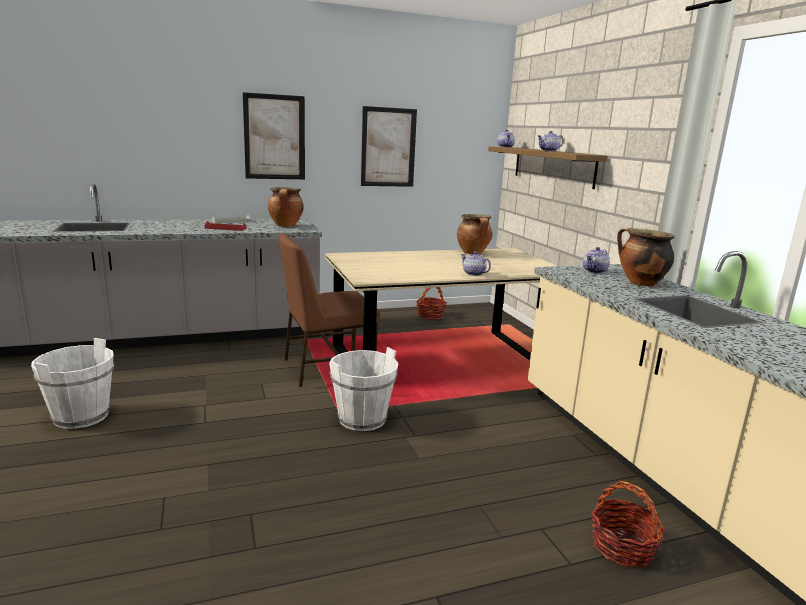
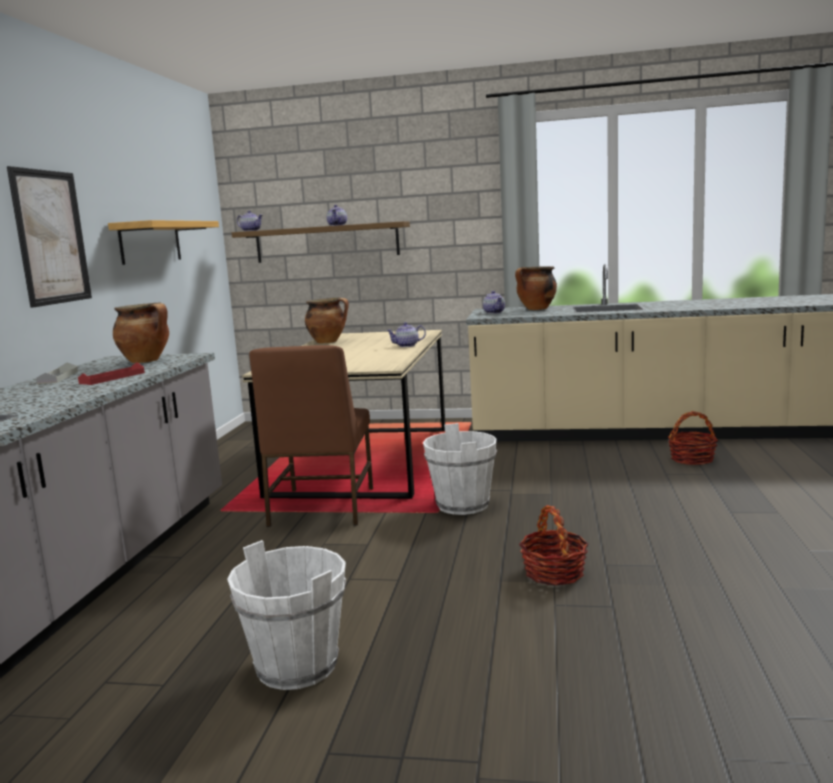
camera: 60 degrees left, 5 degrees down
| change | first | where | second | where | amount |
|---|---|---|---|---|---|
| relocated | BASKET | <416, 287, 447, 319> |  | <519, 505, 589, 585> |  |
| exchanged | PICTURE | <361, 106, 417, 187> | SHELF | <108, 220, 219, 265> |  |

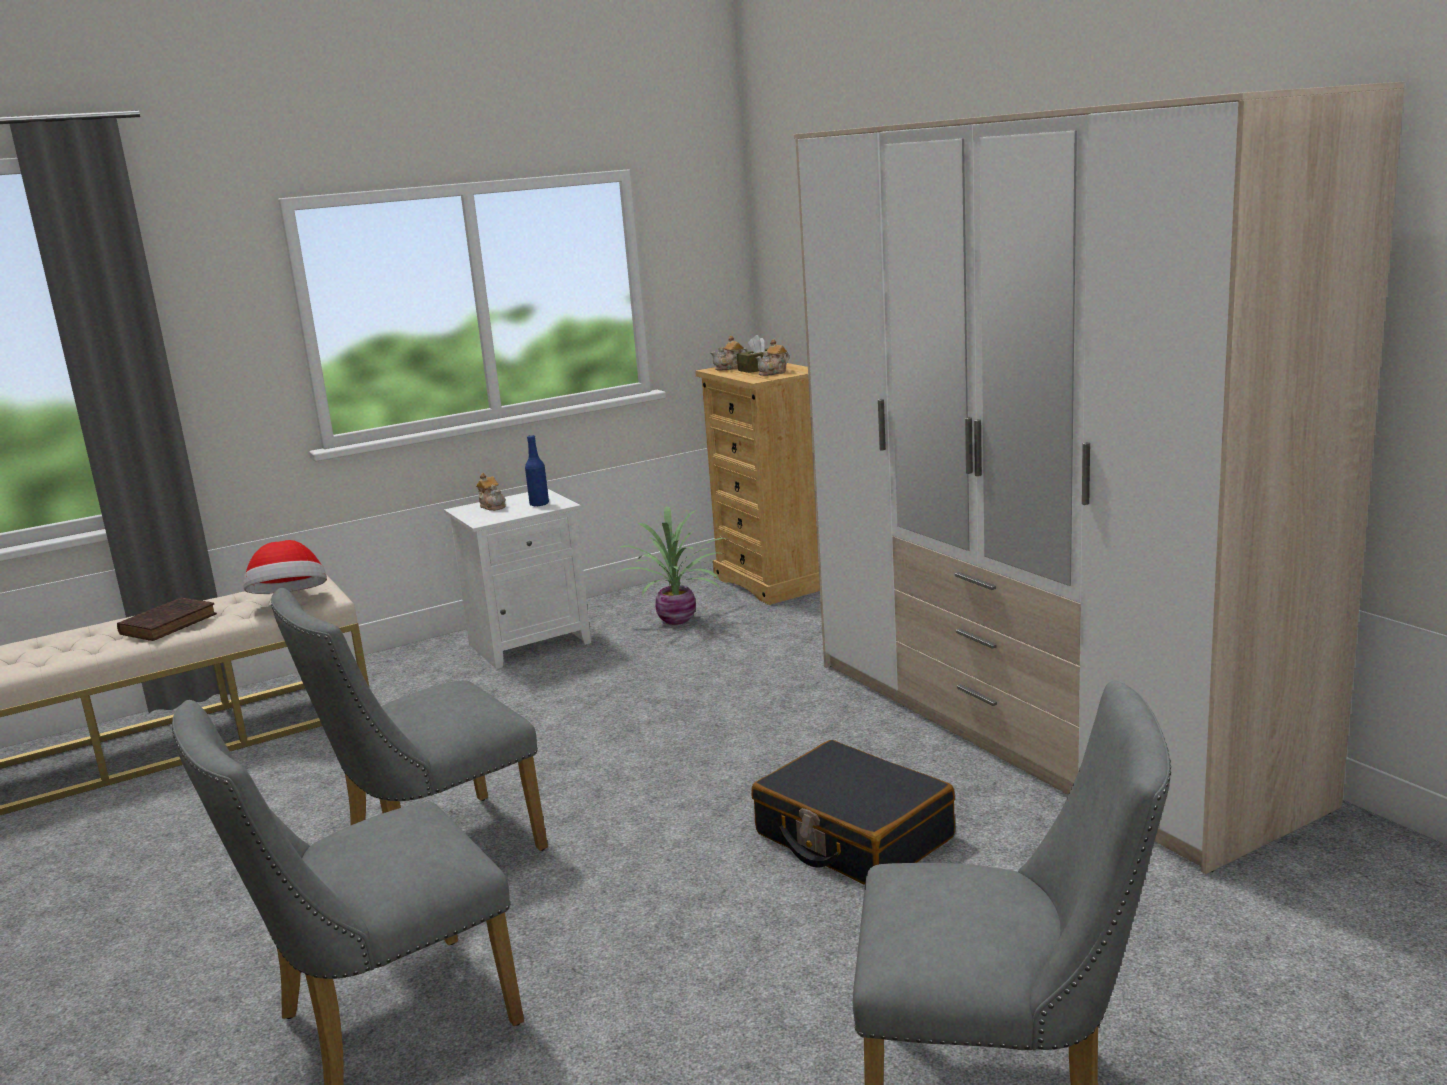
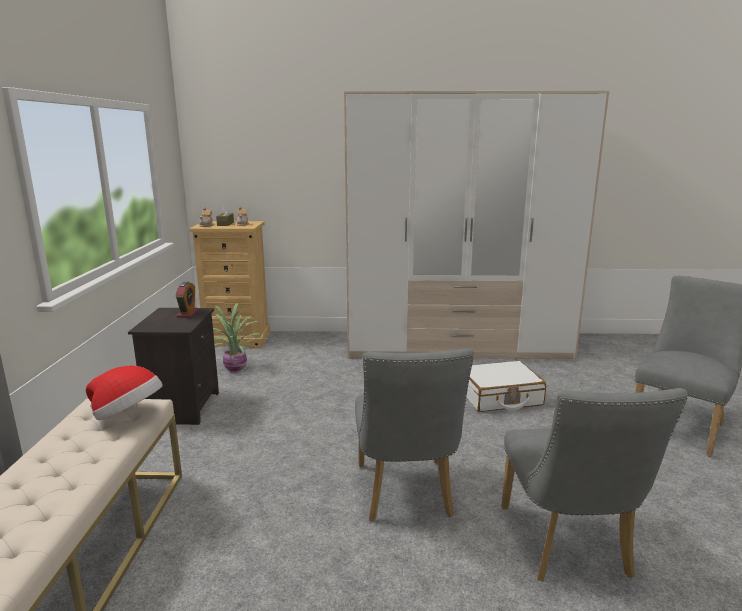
camera: 60 degrees left, 0 degrees up
| change | first | where | second | where | amount |
|---|---|---|---|---|---|
| missing | BROWN BOOK | <117, 597, 217, 641> |  |  |  |
| missing | TEAPOT | <476, 473, 506, 511> |  |  |  |
| exchanged | BLUE BOTTLE | <525, 435, 549, 507> | ALARM CLOCK | <176, 282, 199, 318> |  |
| colour | WHITE NIGHTSTAND | <444, 489, 591, 669> | BLACK NIGHTSTAND | <128, 308, 219, 425> |  |
| colour | BLACK SUITCASE | <751, 740, 955, 885> | WHITE SUITCASE | <466, 361, 546, 412> |  |

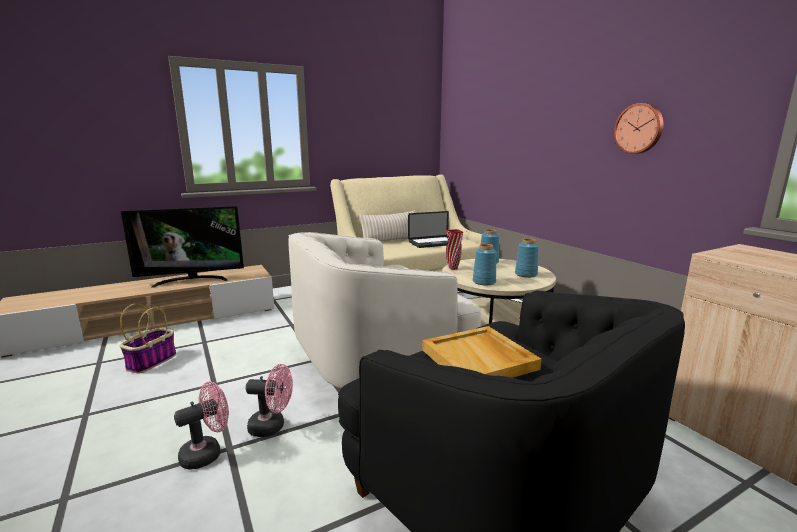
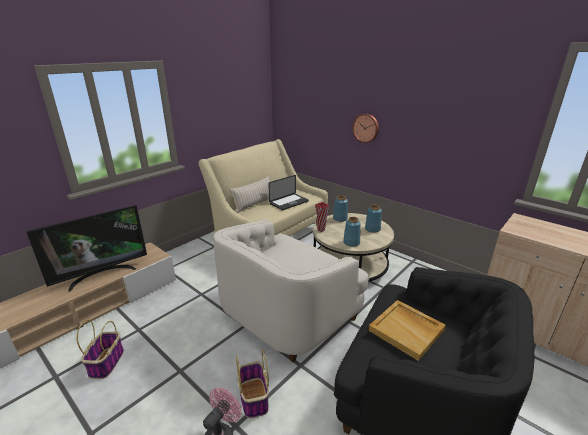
camera: 20 degrees left, 10 degrees up
| change | first | where | second | where | amount |
|---|---|---|---|---|---|
| relocated | WALL CLOCK | <614, 103, 663, 154> |  | <352, 114, 379, 143> |  |
| exchanged | PINK FAN | <246, 364, 293, 437> | BASKET | <236, 350, 269, 418> |  |

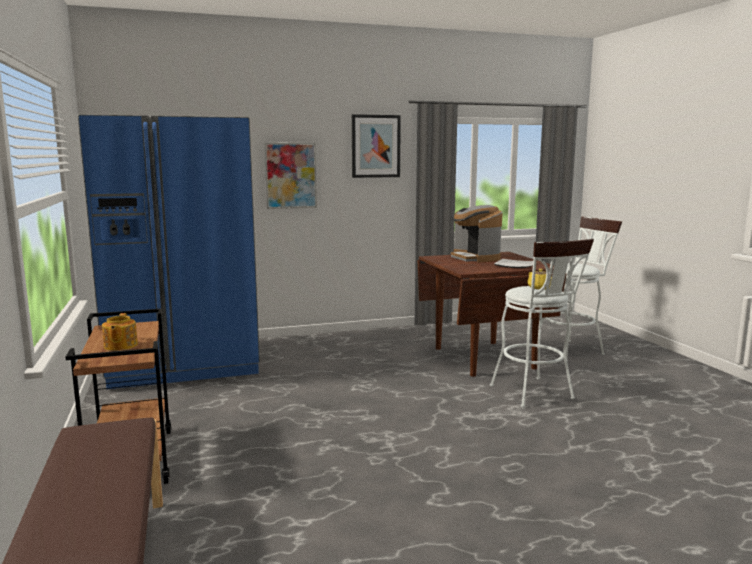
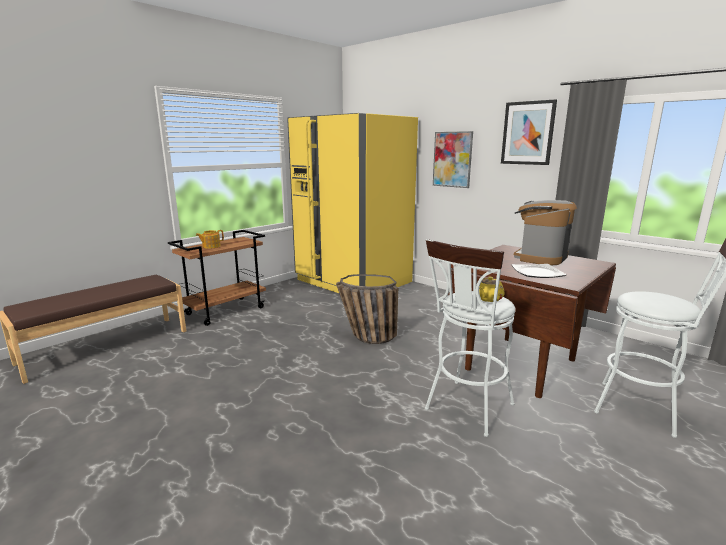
camera: 60 degrees right, 5 degrees up
| change | first | where | second | where | amount |
|---|---|---|---|---|---|
| appeared |  |  | BASKET | <336, 274, 398, 344> |  |
| colour | BLUE FRIDGE | <78, 114, 260, 389> | YELLOW FRIDGE | <287, 113, 418, 293> |  |

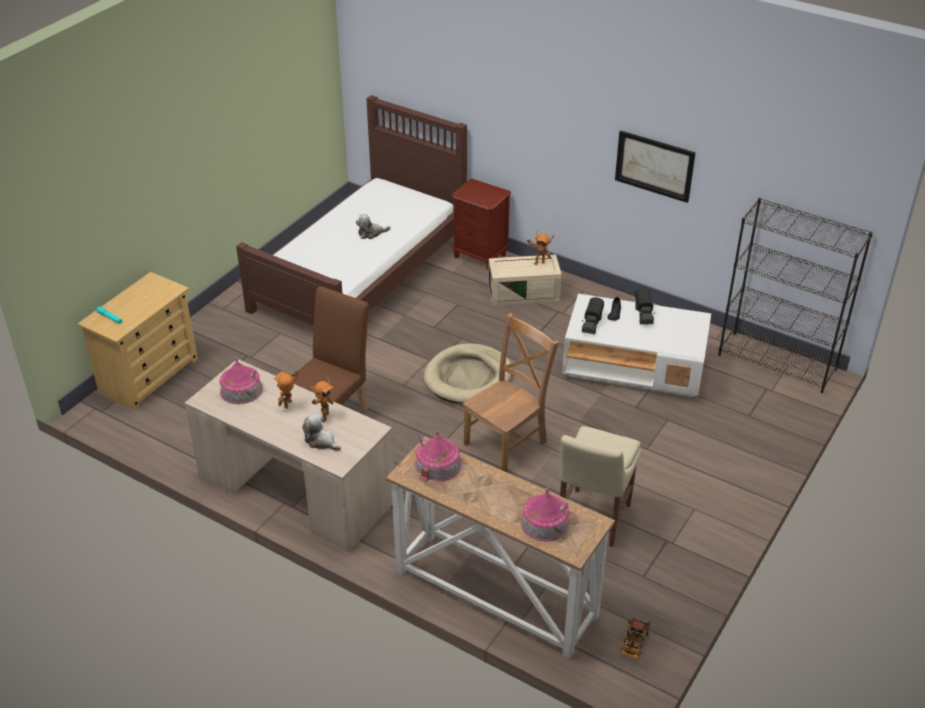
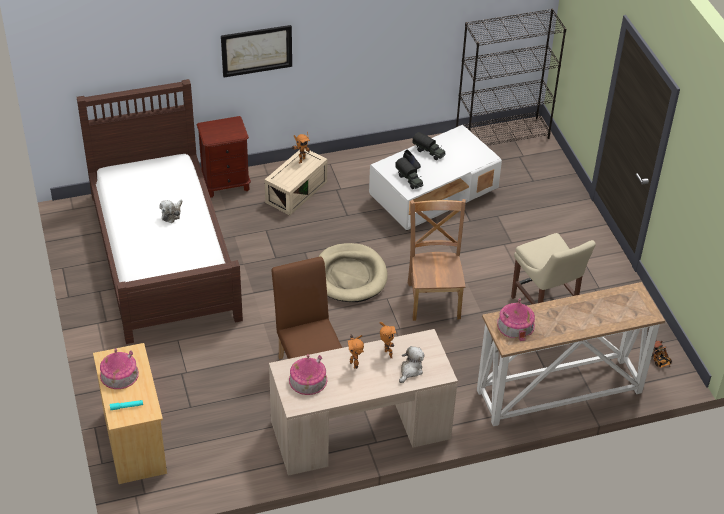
camera: 50 degrees left, 5 degrees up
| change | first | where | second | where | amount |
|---|---|---|---|---|---|
| relocated | TOY HOUSE | <520, 488, 570, 541> |  | <100, 348, 139, 389> |  |
| relocated | PICTURE | <615, 131, 696, 203> |  | <221, 25, 292, 77> |  |
| spun | PLUSH TOY | <302, 413, 341, 451> |  | <399, 346, 424, 383> | 135 degrees clockwise |

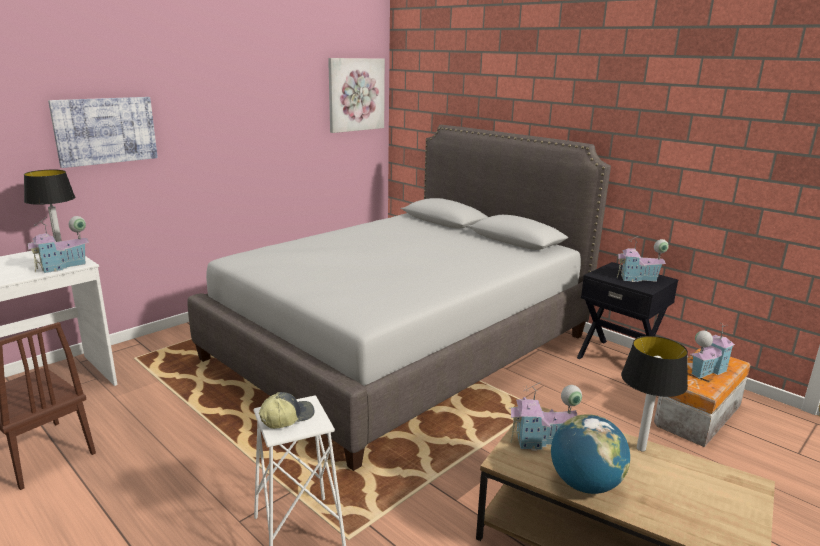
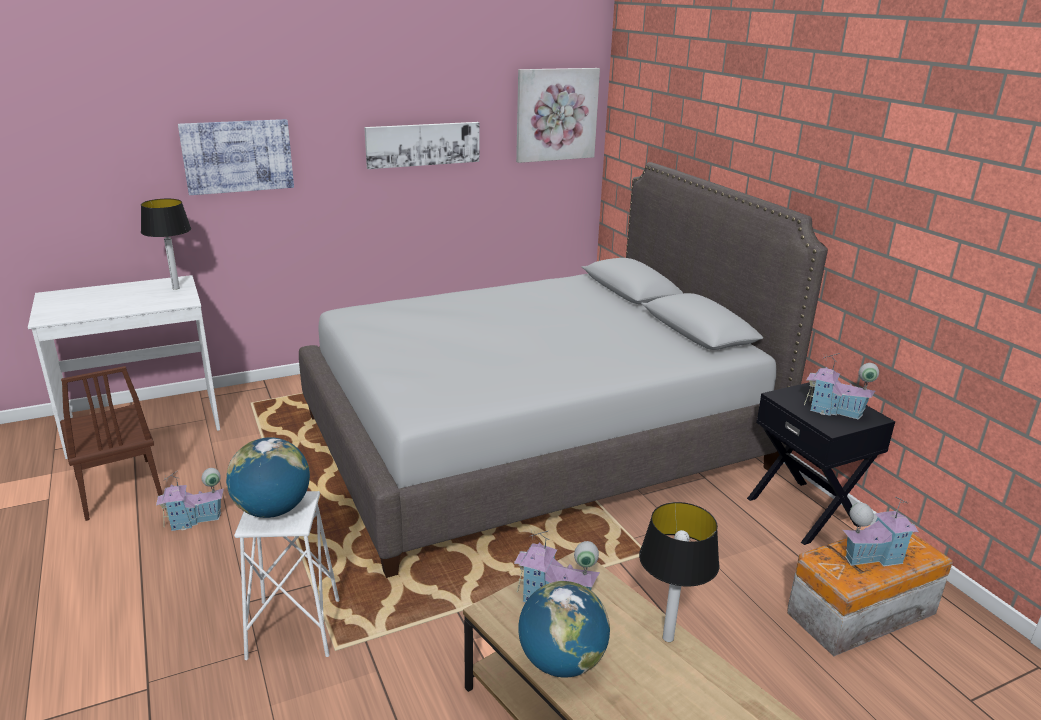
camera: 20 degrees right, 5 degrees up
| change | first | where | second | where | amount |
|---|---|---|---|---|---|
| appeared |  |  | PICTURE | <364, 122, 479, 169> |  |
| relocated | TOY HOUSE | <27, 216, 89, 273> |  | <156, 468, 224, 531> |  |
| exchanged | CAP | <259, 392, 315, 429> | GLOBE | <226, 437, 310, 518> |  |

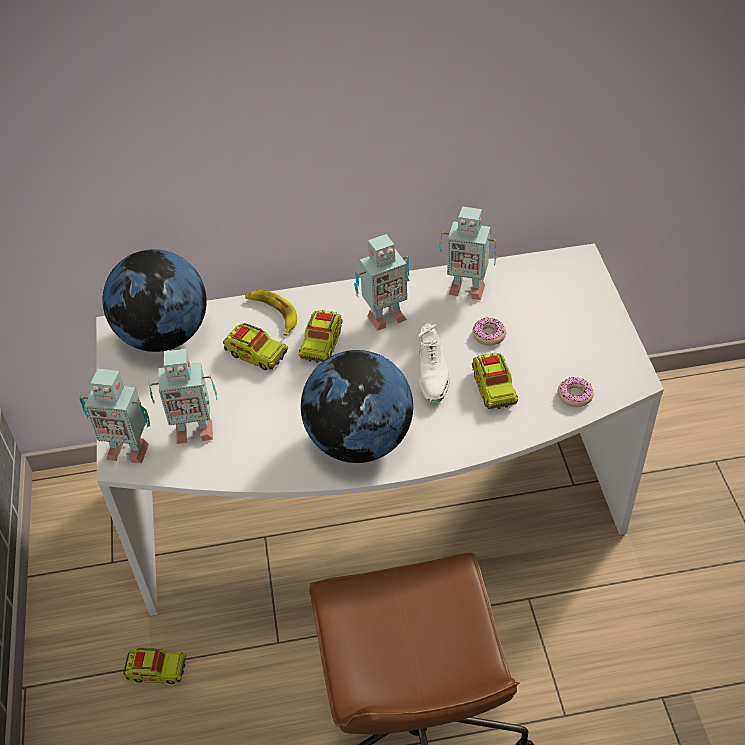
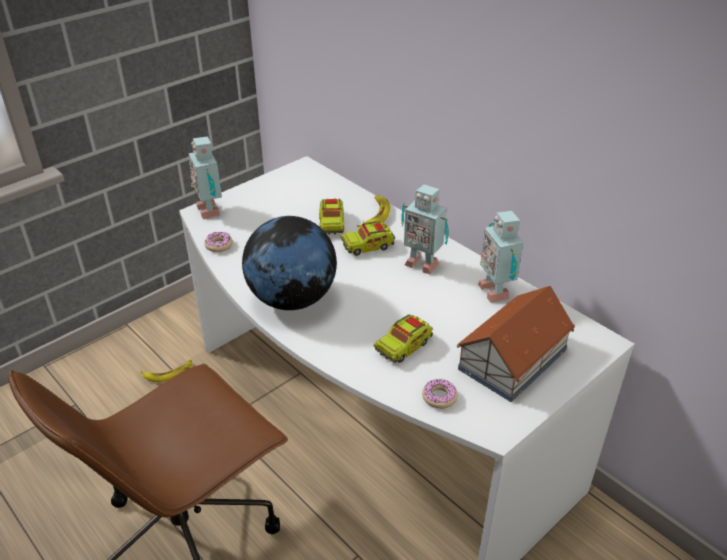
camera: 55 degrees right, 10 degrees down
| change | first | where | second | where | amount |
|---|---|---|---|---|---|
| missing | GLOBE | <103, 249, 207, 352> |  |  |  |
| missing | TOY ROBOT | <148, 349, 217, 444> |  |  |  |
| missing | WHITE SHOE | <418, 323, 450, 402> |  |  |  |
| appeared |  |  | TOY HOUSE | <457, 286, 575, 402> |  |
| relocated | DONUT | <472, 317, 506, 346> |  | <205, 232, 233, 252> |  |
| exchanged | TOY TRUCK | <123, 648, 186, 684> | BANANA | <140, 360, 192, 382> |  |

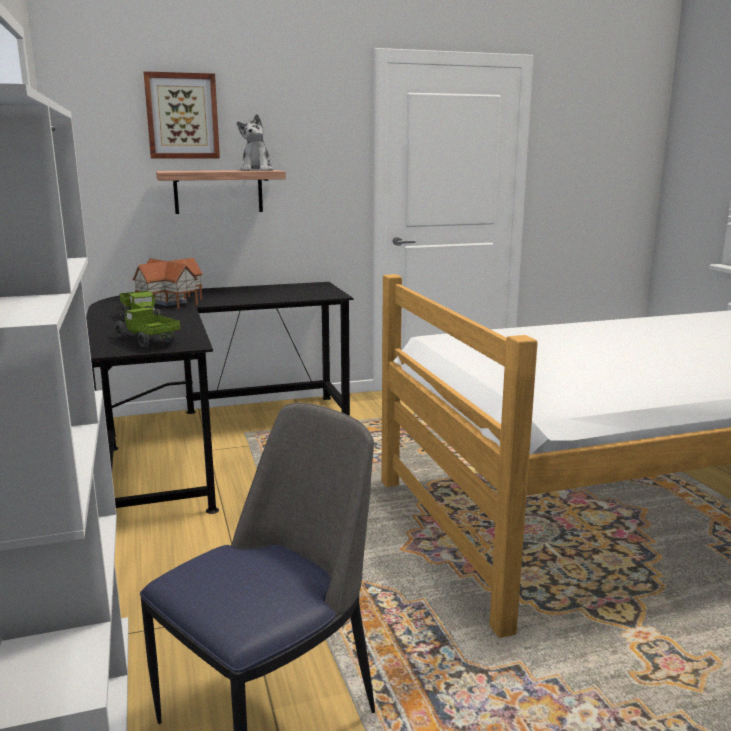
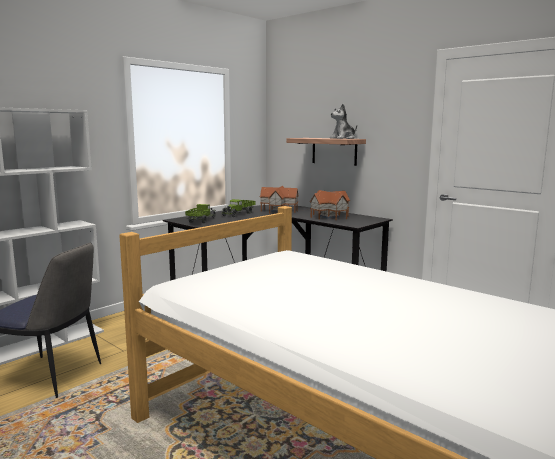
camera: 60 degrees right, 5 degrees down
| change | first | where | second | where | amount |
|---|---|---|---|---|---|
| missing | PICTURE | <144, 71, 220, 159> |  |  |  |
| appeared |  |  | TOY HOUSE | <310, 190, 350, 221> |  |

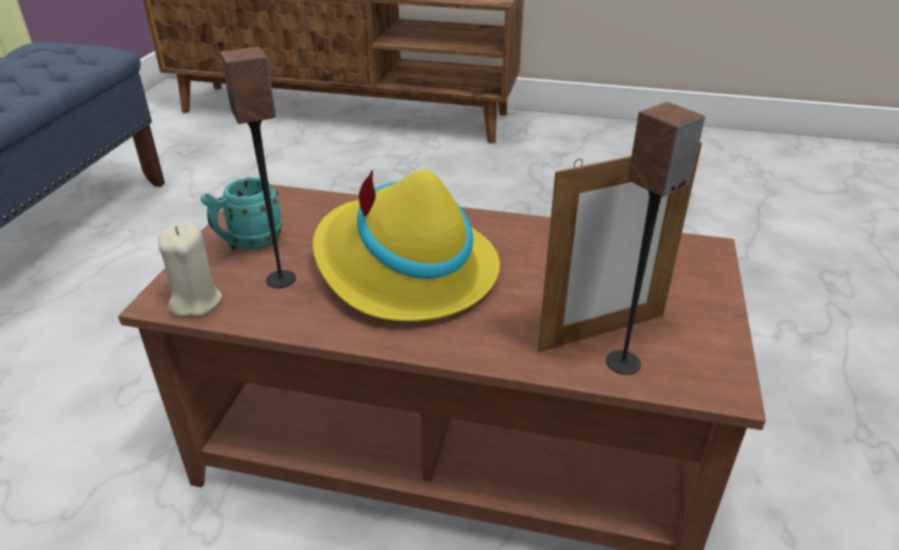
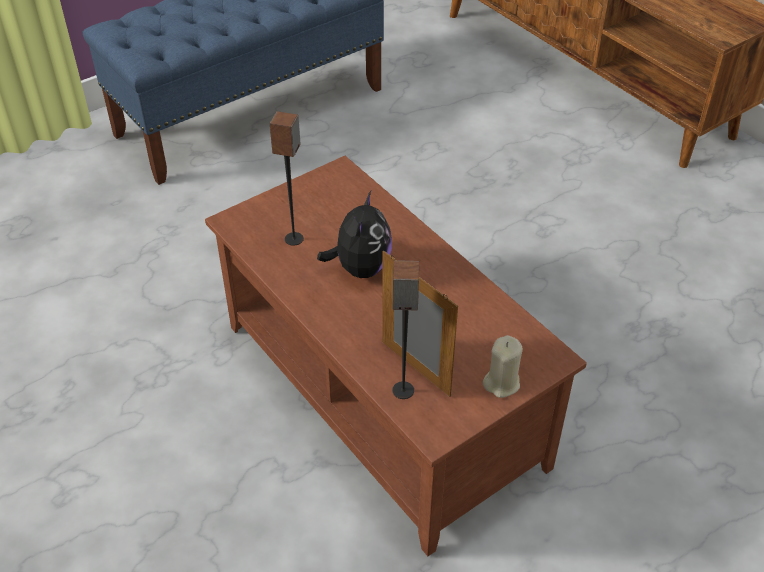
camera: 40 degrees right, 10 degrees up
| change | first | where | second | where | amount |
|---|---|---|---|---|---|
| missing | TURQUOISE MUG | <201, 177, 283, 250> |  |  |  |
| relocated | BEIGE CANDLE | <158, 222, 222, 317> |  | <483, 335, 523, 398> |  |
| exchanged | YELLOW HAT | <313, 170, 500, 321> | PLUSH TOY | <317, 191, 392, 278> |  |
| spun | PICTURE FRAME | <538, 142, 702, 352> |  | <383, 251, 458, 397> | 150 degrees counterclockwise |

